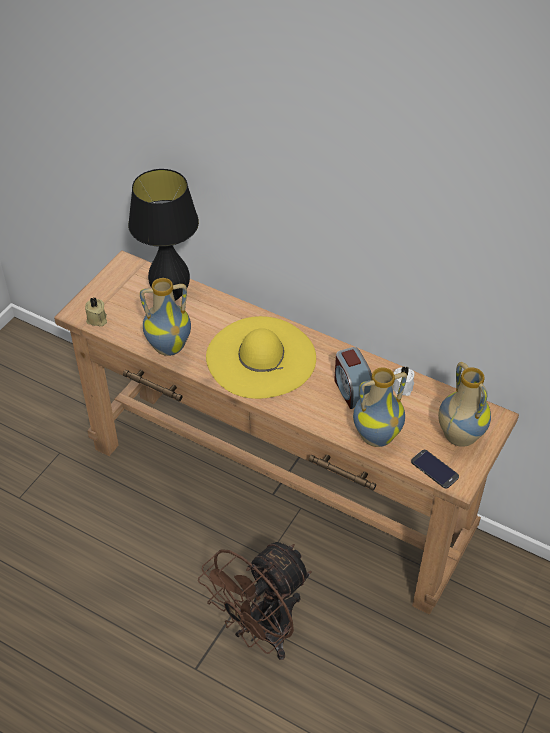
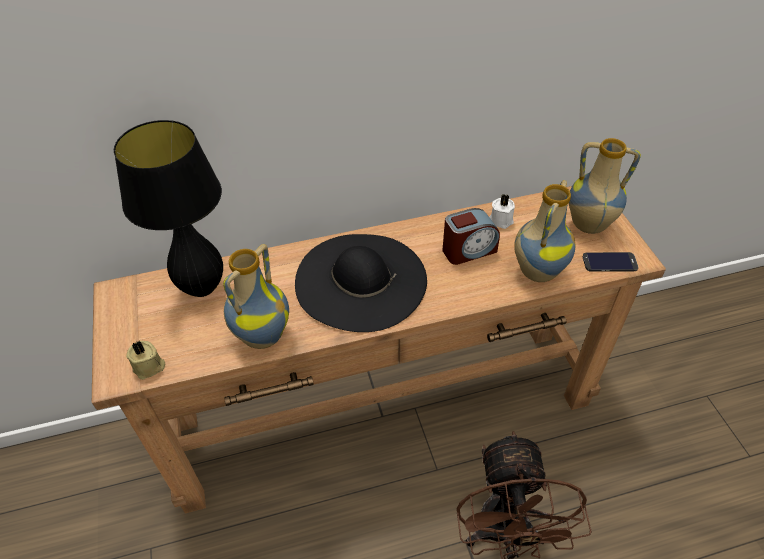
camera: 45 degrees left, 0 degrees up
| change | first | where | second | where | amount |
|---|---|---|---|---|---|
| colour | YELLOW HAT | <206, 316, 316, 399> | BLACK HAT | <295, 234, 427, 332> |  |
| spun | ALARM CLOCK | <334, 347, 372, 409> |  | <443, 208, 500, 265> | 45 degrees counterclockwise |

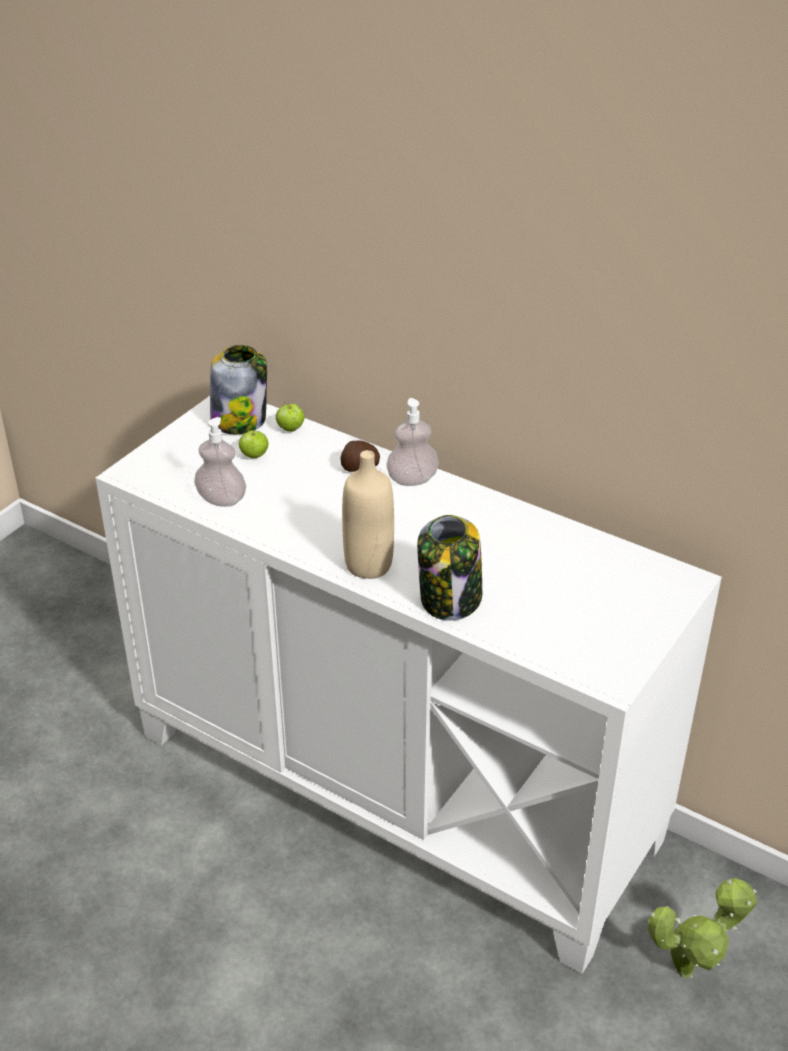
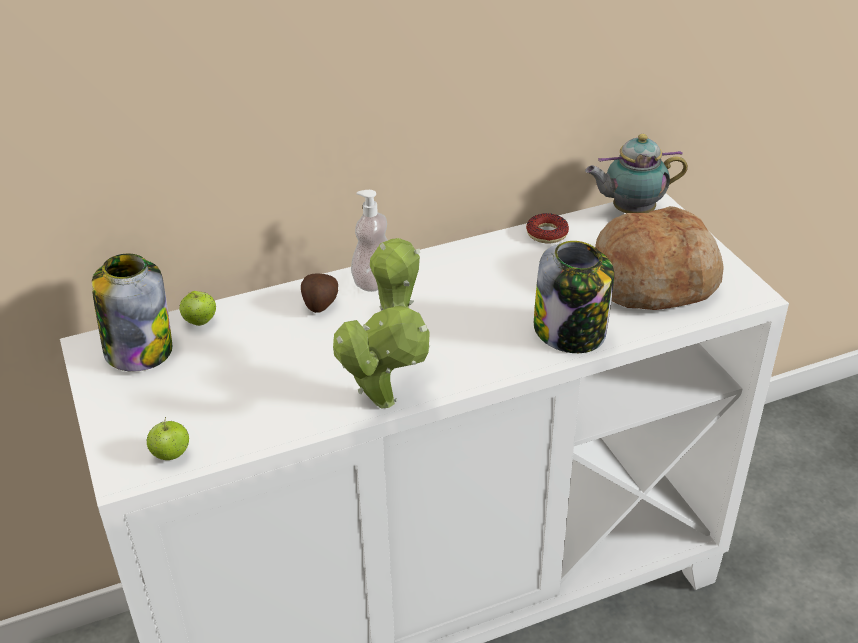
camera: 55 degrees left, 0 degrees up
| change | first | where | second | where | amount |
|---|---|---|---|---|---|
| missing | SOAP DISPENSER | <194, 417, 246, 507> |  |  |  |
| missing | BEIGE BOTTLE | <342, 450, 394, 579> |  |  |  |
| appeared |  |  | DONUT | <526, 213, 569, 243> |  |
| appeared |  |  | TEAPOT | <585, 134, 688, 213> |  |
| appeared |  |  | BREAD | <595, 206, 724, 310> |  |
| relocated | APPLE | <239, 428, 268, 458> |  | <147, 417, 189, 460> |  |
| relocated | POTTED PLANT | <648, 878, 757, 978> |  | <333, 238, 430, 409> |  |

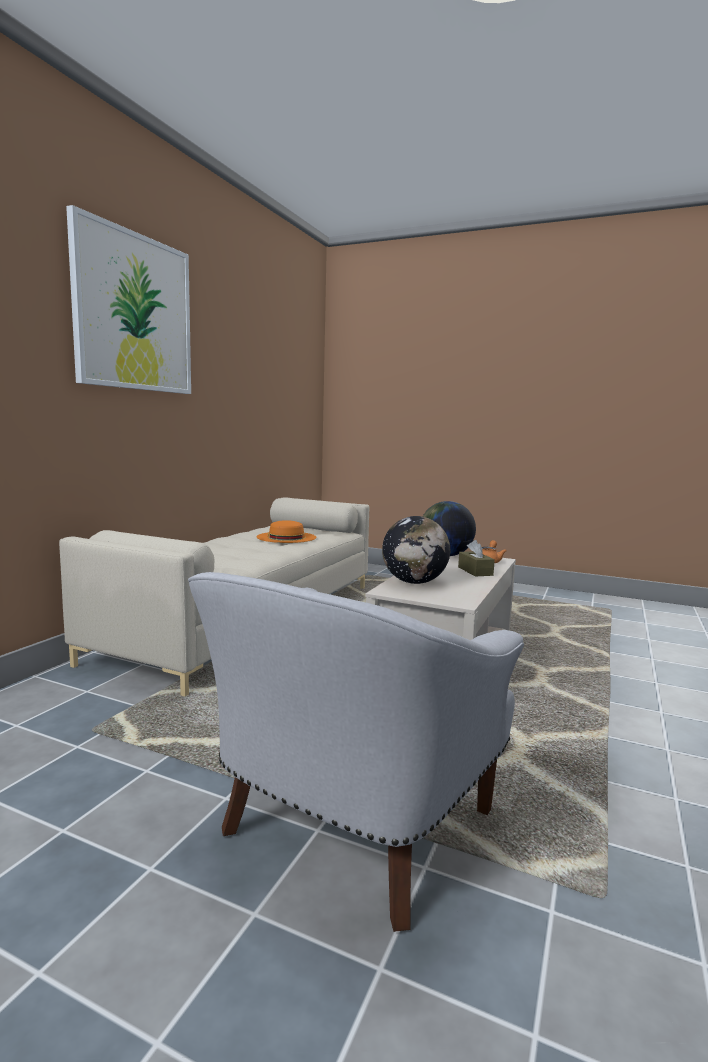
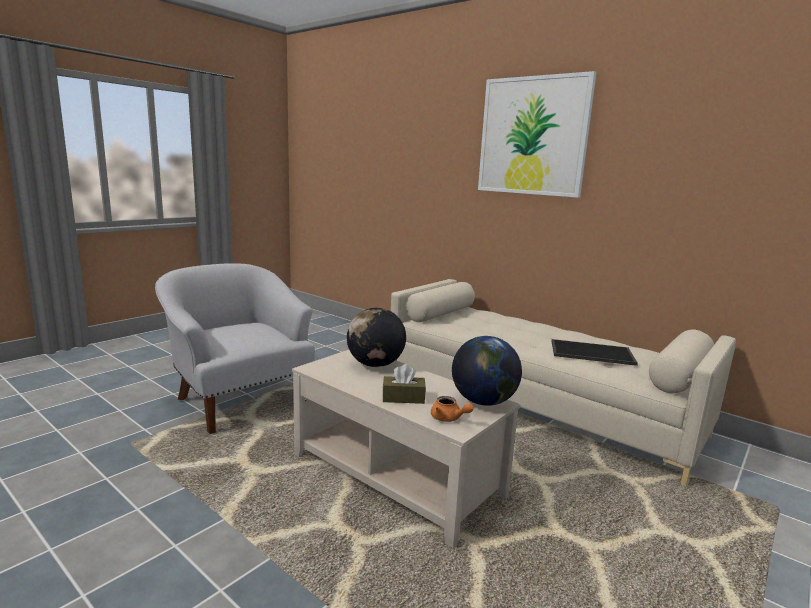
camera: 105 degrees right, 5 degrees up
| change | first | where | second | where | amount |
|---|---|---|---|---|---|
| exchanged | ORANGE HAT | <257, 520, 316, 543> | TRAY | <552, 339, 638, 366> |  |

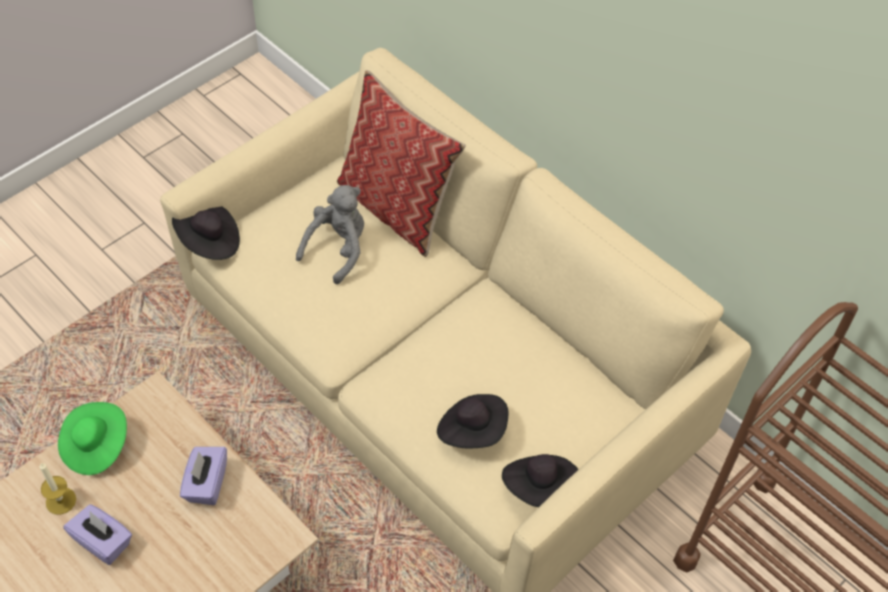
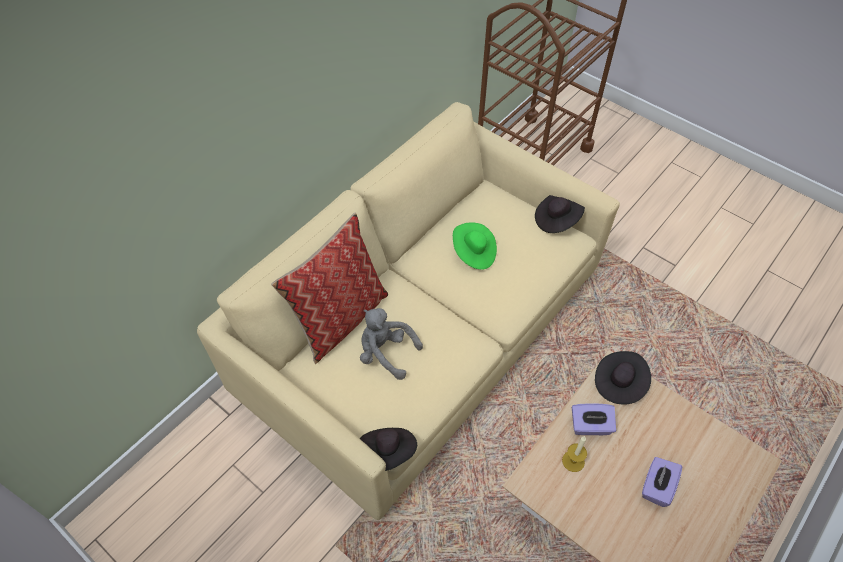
camera: 95 degrees left, 0 degrees up
| change | first | where | second | where | amount |
|---|---|---|---|---|---|
| relocated | CANDLE | <39, 463, 76, 515> |  | <562, 436, 587, 472> |  |
| relocated | GREEN HAT | <58, 402, 127, 475> |  | <453, 222, 497, 270> |  |
| relocated | BLACK HAT | <437, 394, 508, 448> |  | <595, 351, 651, 405> |  |

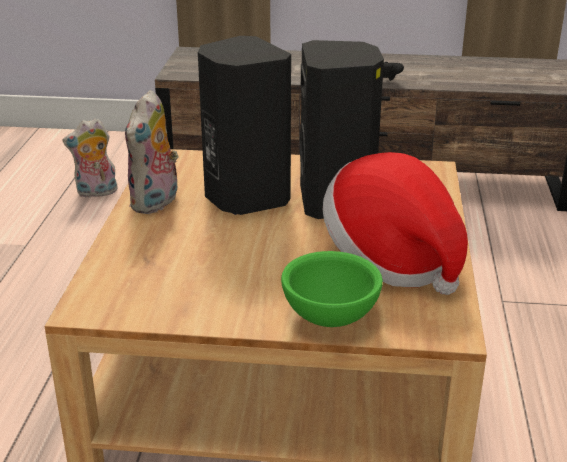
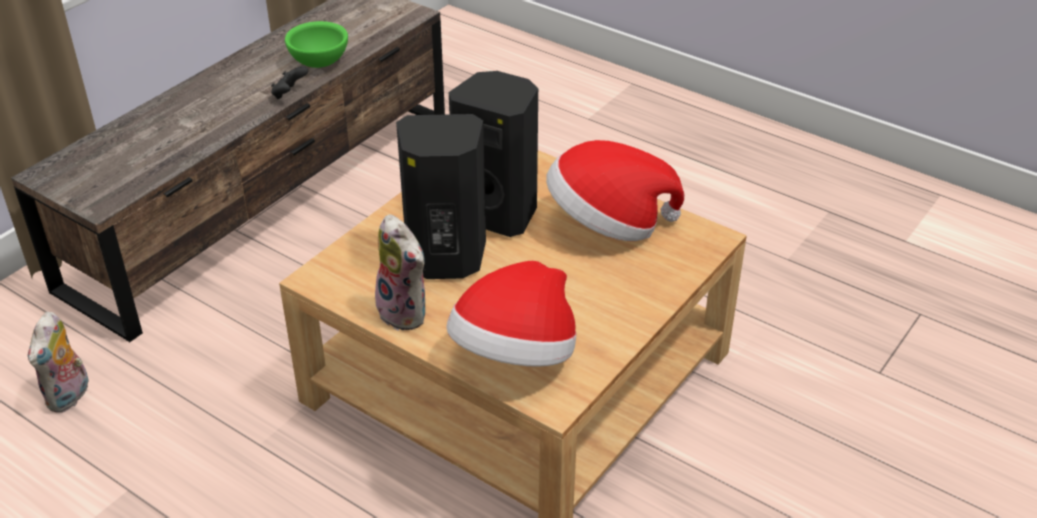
camera: 60 degrees left, 10 degrees up
| change | first | where | second | where | amount |
|---|---|---|---|---|---|
| appeared |  |  | HAT | <446, 261, 576, 367> |  |
| relocated | GREEN BOWL | <281, 251, 383, 327> |  | <285, 21, 348, 68> |  |

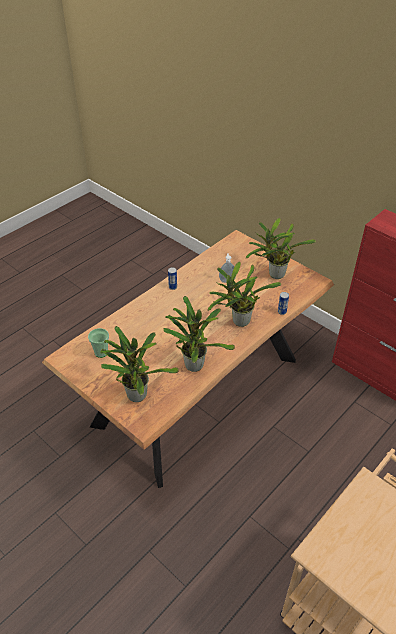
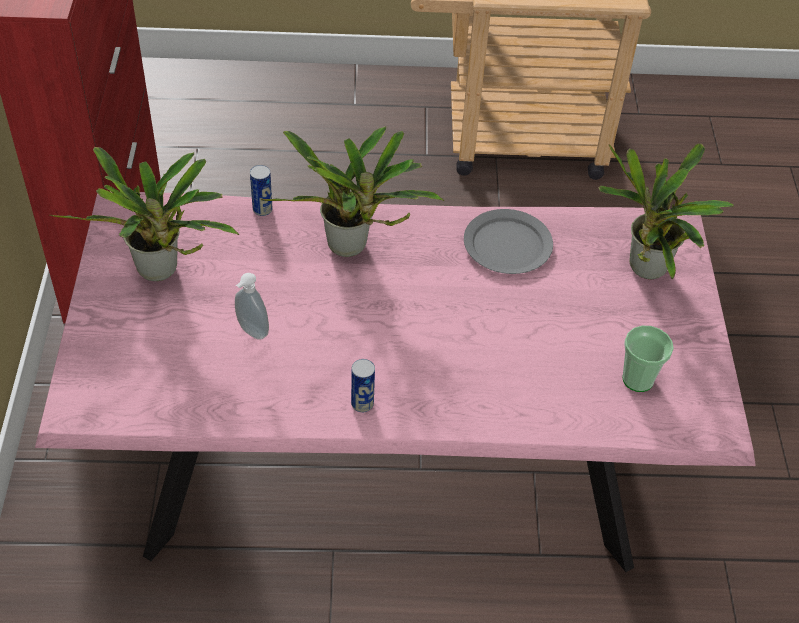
camera: 135 degrees left, 5 degrees up
| change | first | where | second | where | amount |
|---|---|---|---|---|---|
| exchanged | POTTED PLANT | <163, 296, 235, 372> | GREY PLATE | <464, 209, 553, 274> |  |
| colour | BROWN DINING TABLE | <42, 230, 334, 488> | PINK DINING TABLE | <35, 191, 756, 572> |  |

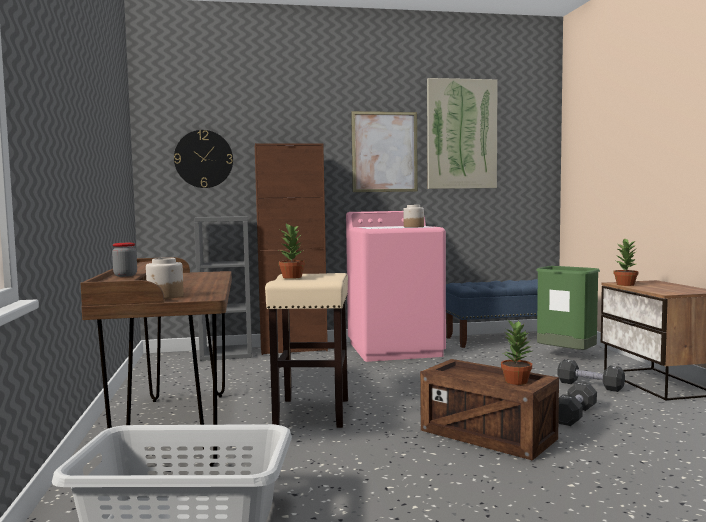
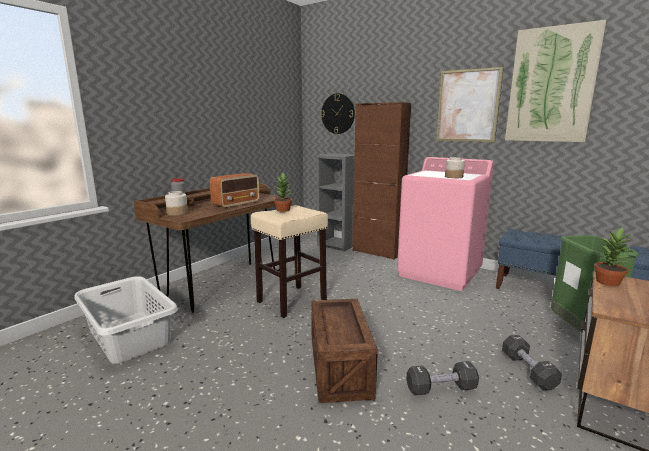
camera: 45 degrees right, 10 degrees up
| change | first | where | second | where | amount |
|---|---|---|---|---|---|
| missing | POTTED PLANT | <501, 319, 532, 385> |  |  |  |
| appeared |  |  | RADIO | <210, 173, 260, 209> |  |

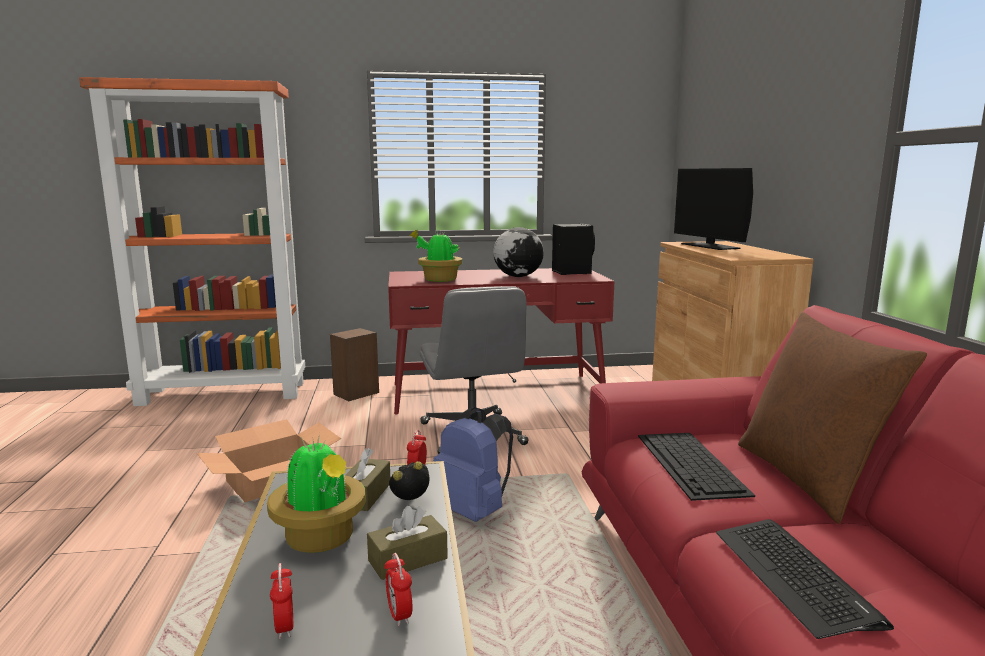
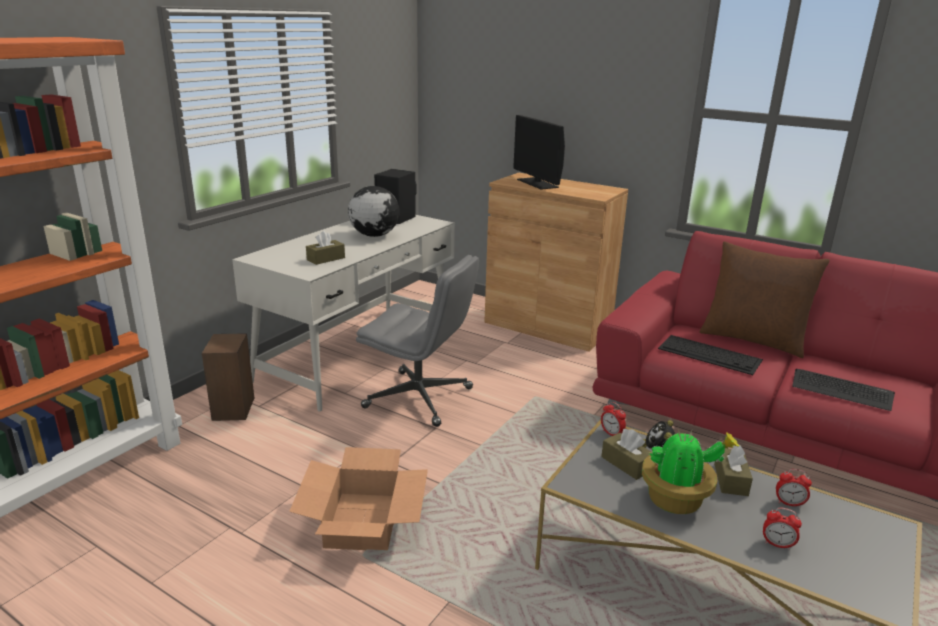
camera: 50 degrees left, 10 degrees up
| change | first | where | second | where | amount |
|---|---|---|---|---|---|
| missing | BLUE BACKPACK | <433, 407, 513, 522> |  |  |  |
| exchanged | POTTED PLANT | <409, 230, 463, 282> | BROWN TISSUE BOX | <306, 231, 345, 265> |  |
| colour | RED DESK | <388, 268, 614, 414> | WHITE DESK | <232, 215, 455, 411> |  |
| spun | MONITOR | <674, 168, 753, 250> |  | <513, 115, 565, 190> | 45 degrees clockwise |

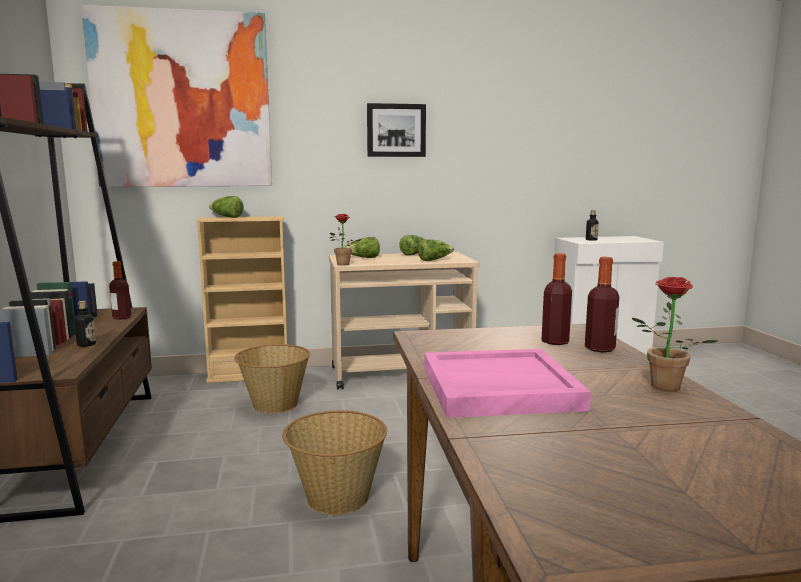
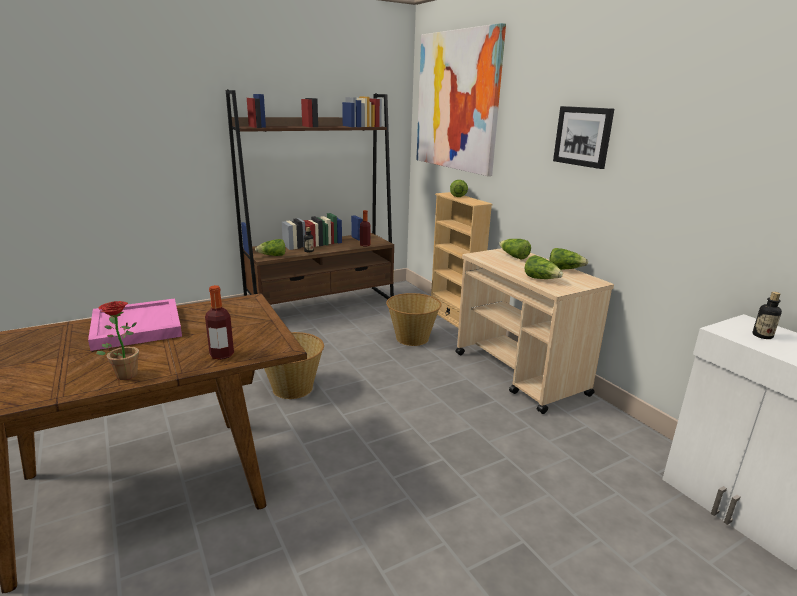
camera: 70 degrees right, 10 degrees up
| change | first | where | second | where | amount |
|---|---|---|---|---|---|
| missing | POTTED PLANT | <330, 214, 362, 266> |  |  |  |
| missing | BOTTLE | <541, 253, 572, 345> |  |  |  |
| appeared |  |  | LETTUCE | <255, 239, 286, 256> |  |

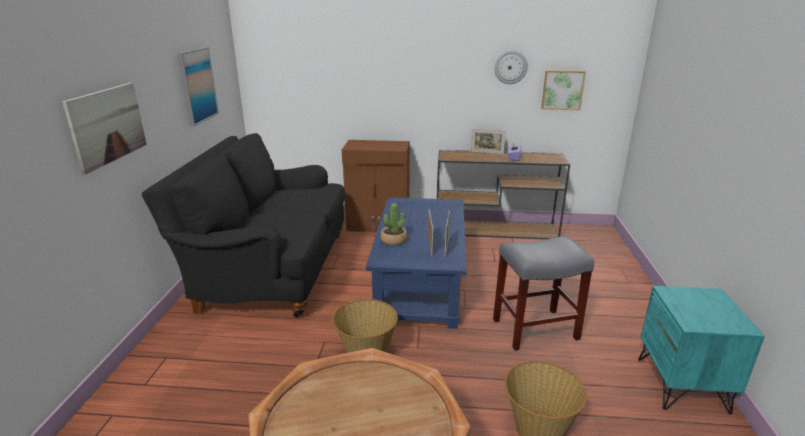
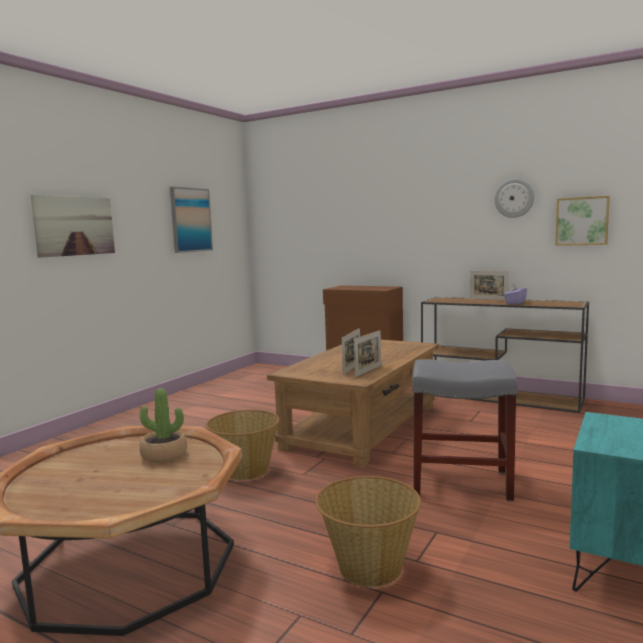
camera: 25 degrees right, 15 degrees down
| change | first | where | second | where | amount |
|---|---|---|---|---|---|
| missing | BLACK SOFA | <142, 133, 345, 318> |  |  |  |
| relocated | POTTED PLANT | <380, 203, 407, 246> |  | <139, 388, 187, 463> |  |
| colour | BLUE COFFEE TABLE | <366, 197, 467, 329> | BROWN COFFEE TABLE | <267, 340, 439, 467> |  |

